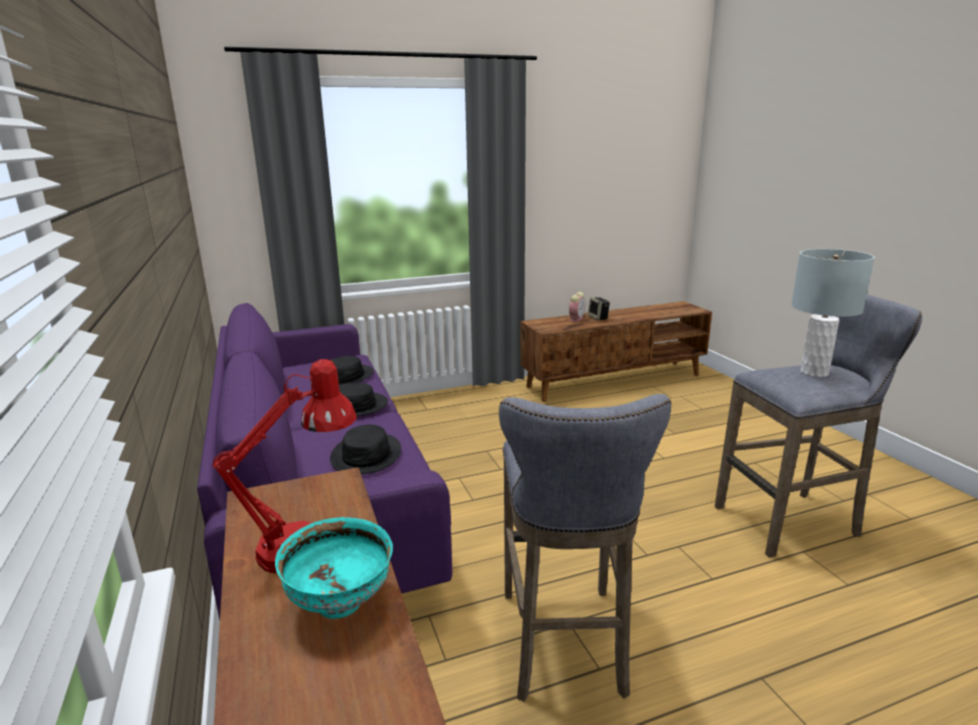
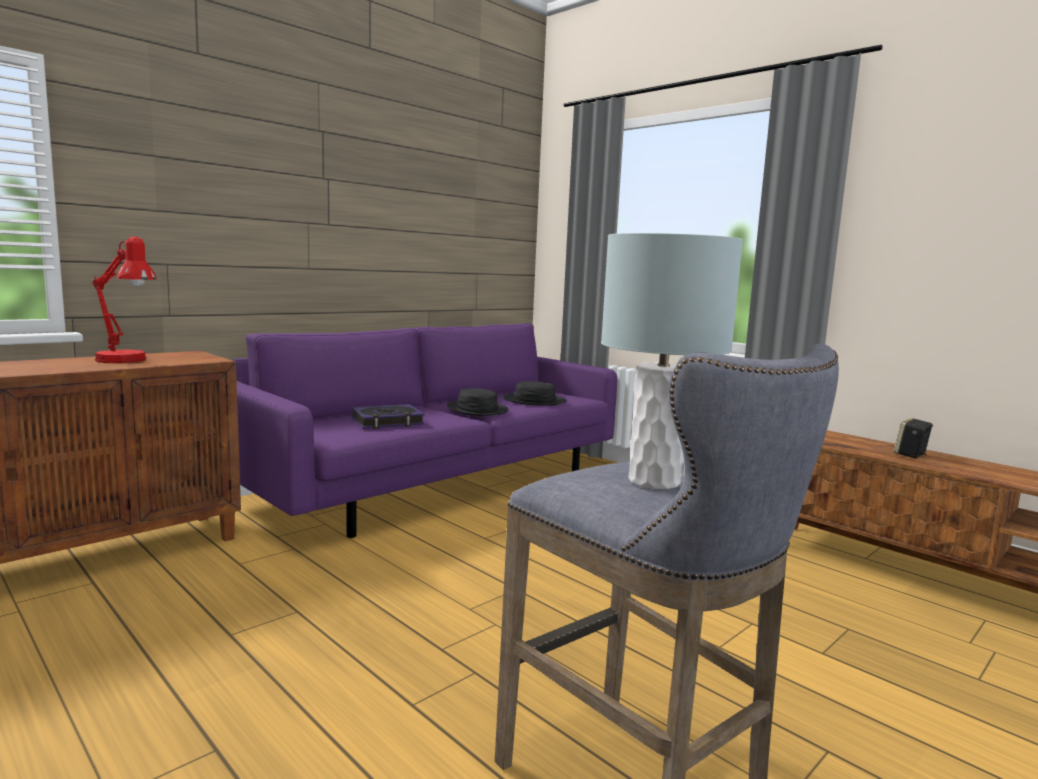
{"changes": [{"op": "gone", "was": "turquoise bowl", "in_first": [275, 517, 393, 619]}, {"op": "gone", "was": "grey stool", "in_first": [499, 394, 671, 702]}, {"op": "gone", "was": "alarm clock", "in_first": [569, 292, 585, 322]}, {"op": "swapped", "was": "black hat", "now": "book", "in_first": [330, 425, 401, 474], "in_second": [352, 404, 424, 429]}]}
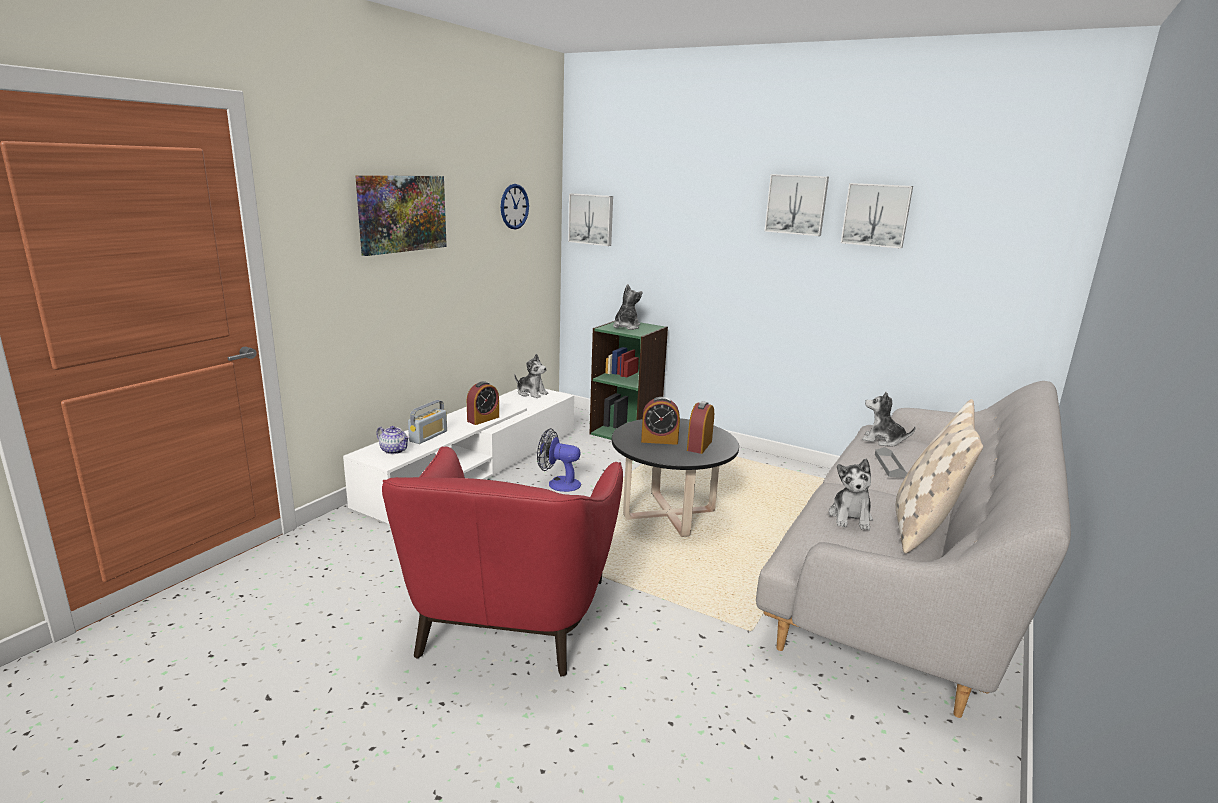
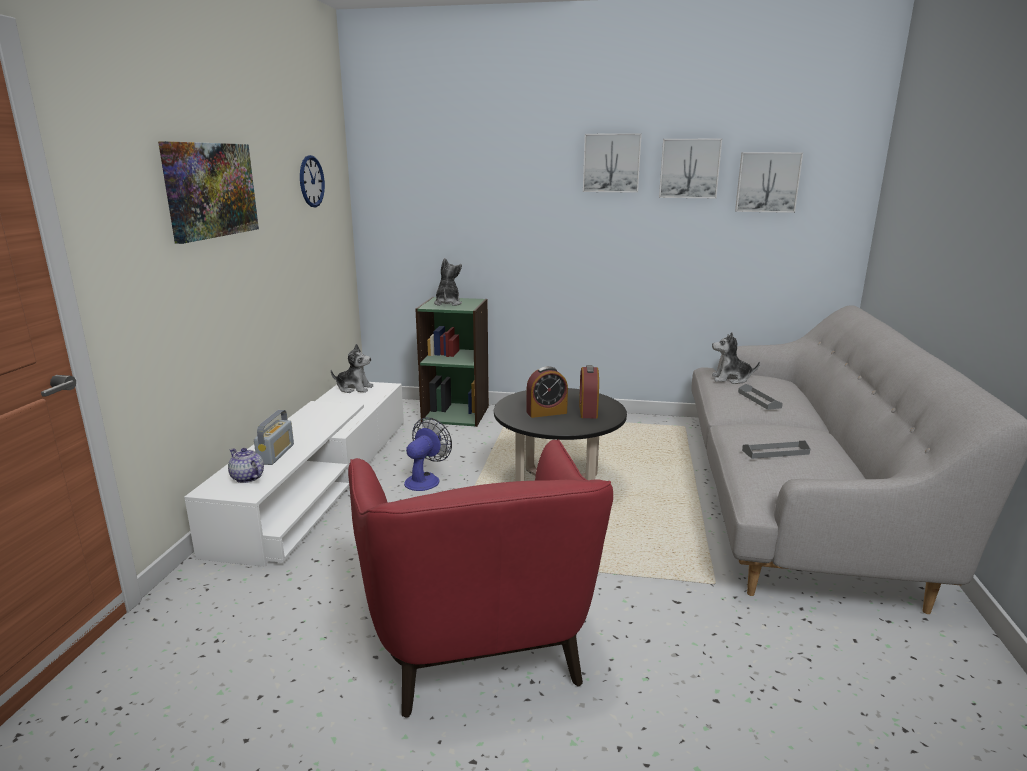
{"changes": [{"op": "gone", "was": "alarm clock", "in_first": [467, 381, 499, 425]}, {"op": "gone", "was": "beige pillow", "in_first": [896, 399, 983, 554]}, {"op": "shifted", "was": "picture", "in_first": [568, 193, 613, 246], "in_second": [735, 152, 803, 213]}, {"op": "swapped", "was": "plush toy", "now": "grey tray", "in_first": [828, 458, 873, 530], "in_second": [742, 441, 810, 459]}, {"op": "rotated", "was": "teapot", "in_first": [376, 426, 410, 454], "in_second": [228, 448, 264, 483], "clockwise": -150}, {"op": "rotated", "was": "fan", "in_first": [537, 428, 581, 492], "in_second": [404, 418, 452, 491], "clockwise": 120}]}
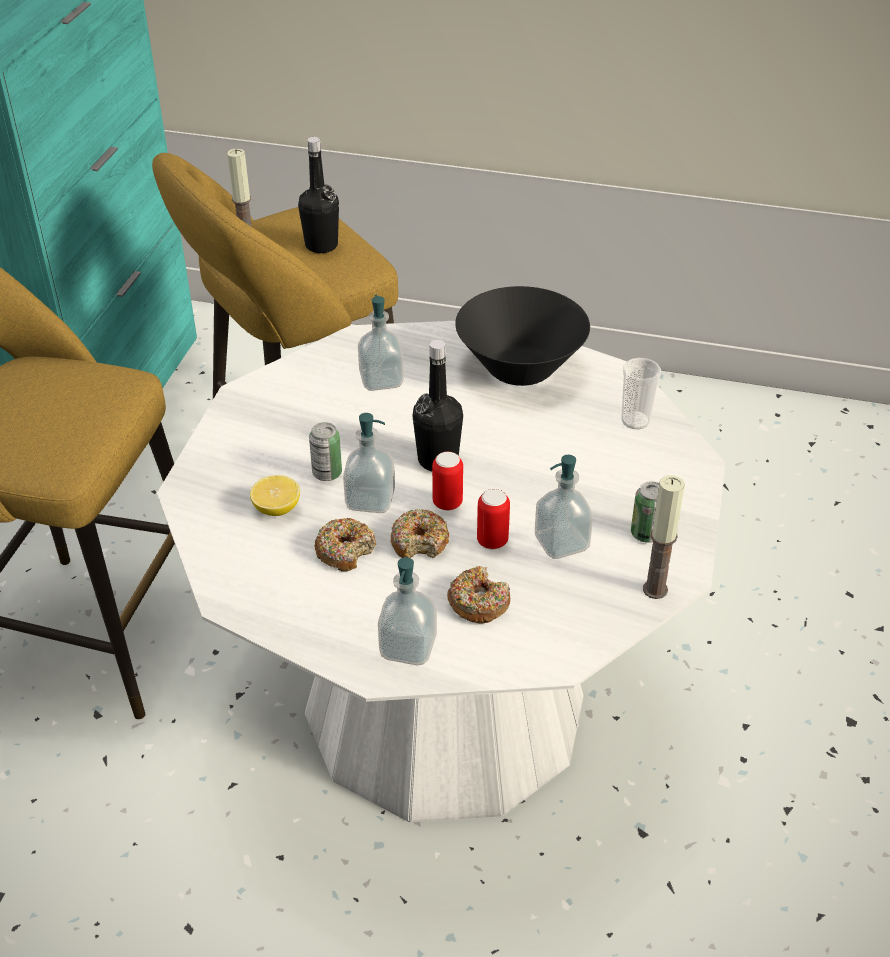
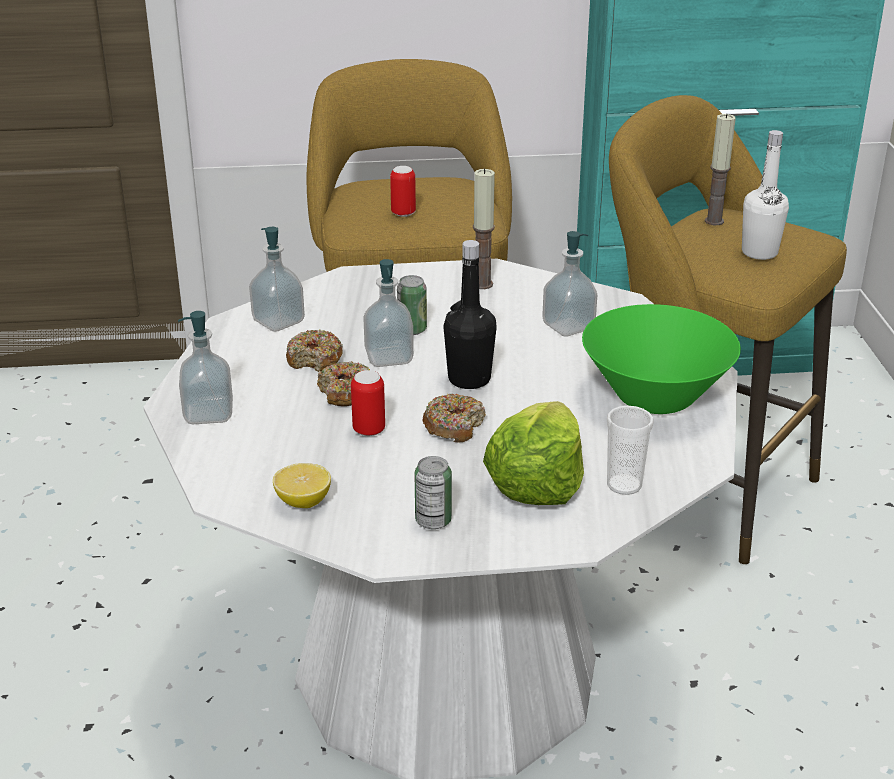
{"changes": [{"op": "new", "now": "lettuce", "in_second": [483, 401, 584, 505]}, {"op": "shifted", "was": "lemon", "in_first": [250, 475, 300, 516], "in_second": [273, 463, 331, 508]}, {"op": "shifted", "was": "can", "in_first": [432, 452, 463, 510], "in_second": [390, 166, 416, 217]}, {"op": "shifted", "was": "donut", "in_first": [447, 566, 510, 624], "in_second": [422, 393, 486, 443]}, {"op": "shifted", "was": "soap dispenser", "in_first": [535, 455, 593, 559], "in_second": [249, 227, 305, 332]}, {"op": "shifted", "was": "candle", "in_first": [643, 475, 685, 599], "in_second": [473, 168, 495, 289]}, {"op": "repainted", "was": "black bottle", "now": "white bottle", "in_first": [298, 137, 339, 253], "in_second": [742, 130, 789, 260]}, {"op": "repainted", "was": "black bowl", "now": "green bowl", "in_first": [455, 286, 590, 386], "in_second": [582, 304, 741, 414]}]}
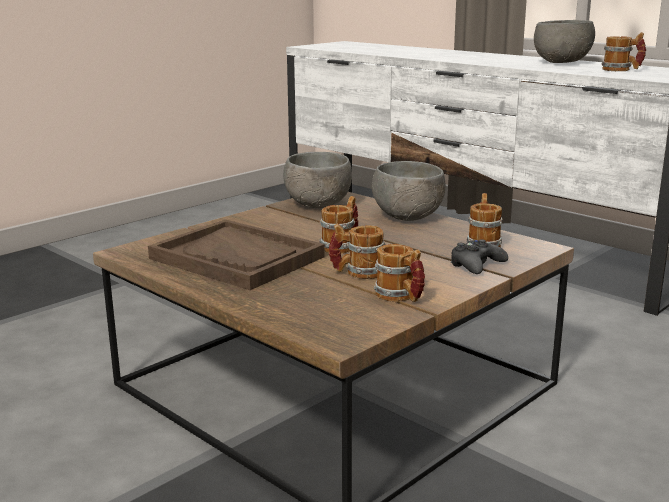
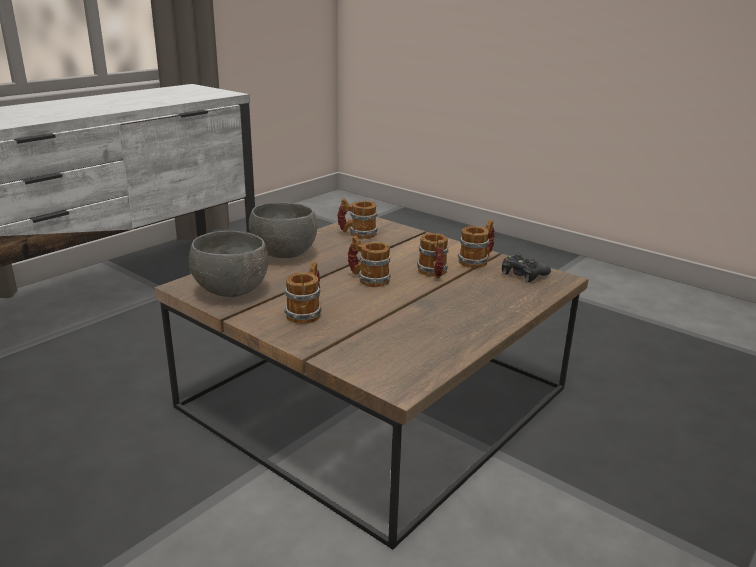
{"changes": [{"op": "gone", "was": "brown tray", "in_first": [148, 219, 325, 290]}, {"op": "gone", "was": "grey bowl", "in_first": [534, 20, 595, 63]}, {"op": "shifted", "was": "black game controller", "in_first": [451, 239, 508, 274], "in_second": [502, 254, 551, 282]}, {"op": "shifted", "was": "mug", "in_first": [602, 32, 646, 71], "in_second": [284, 262, 322, 324]}]}
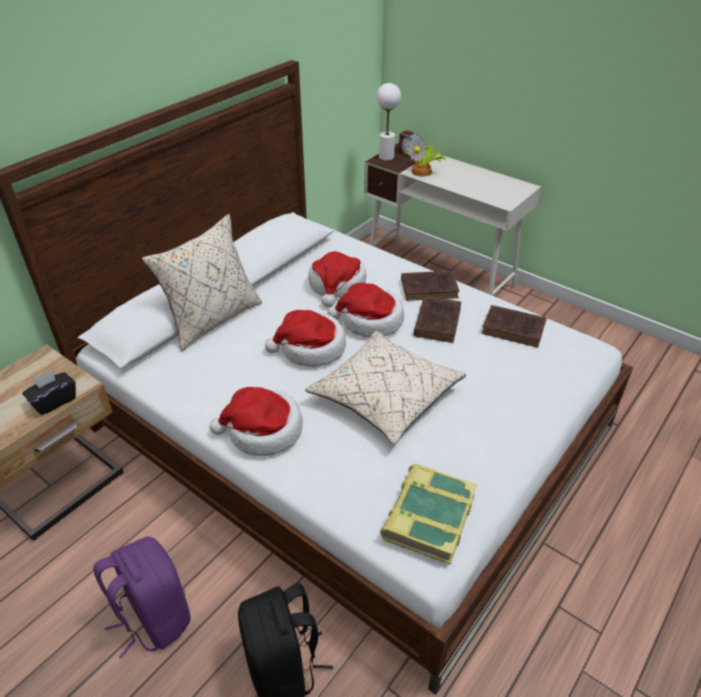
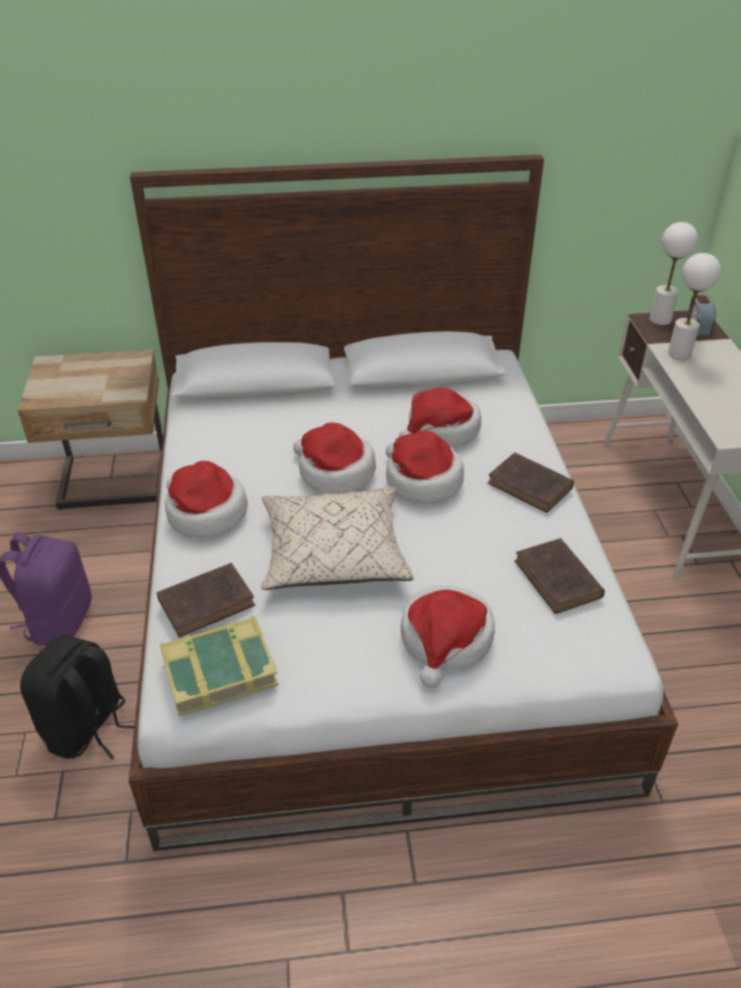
{"changes": [{"op": "gone", "was": "black tissue box", "in_first": [22, 370, 76, 415]}, {"op": "gone", "was": "beige pillow", "in_first": [142, 214, 262, 351]}, {"op": "new", "now": "hat", "in_second": [401, 585, 495, 688]}, {"op": "shifted", "was": "brown book", "in_first": [414, 296, 461, 343], "in_second": [157, 563, 255, 638]}, {"op": "swapped", "was": "potted plant", "now": "white table lamp", "in_first": [404, 139, 446, 177], "in_second": [668, 253, 721, 360]}]}
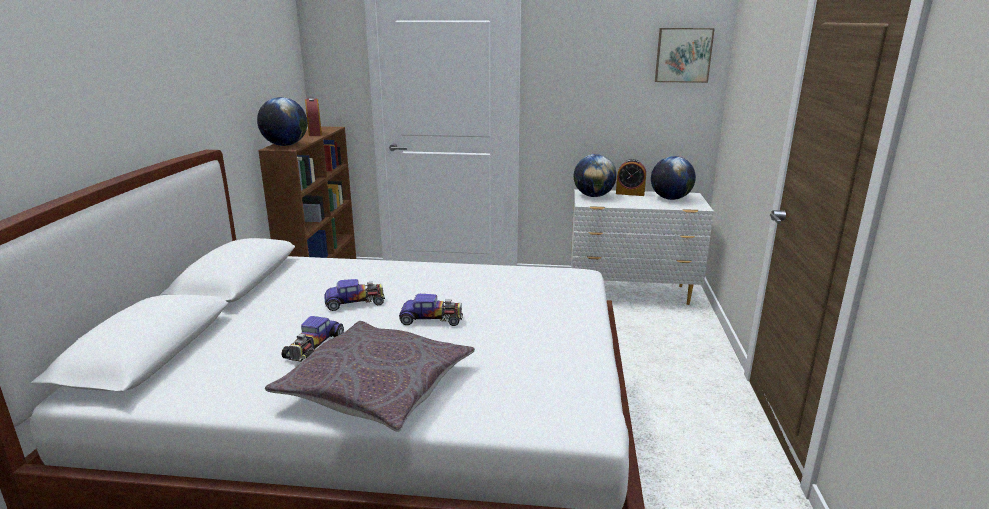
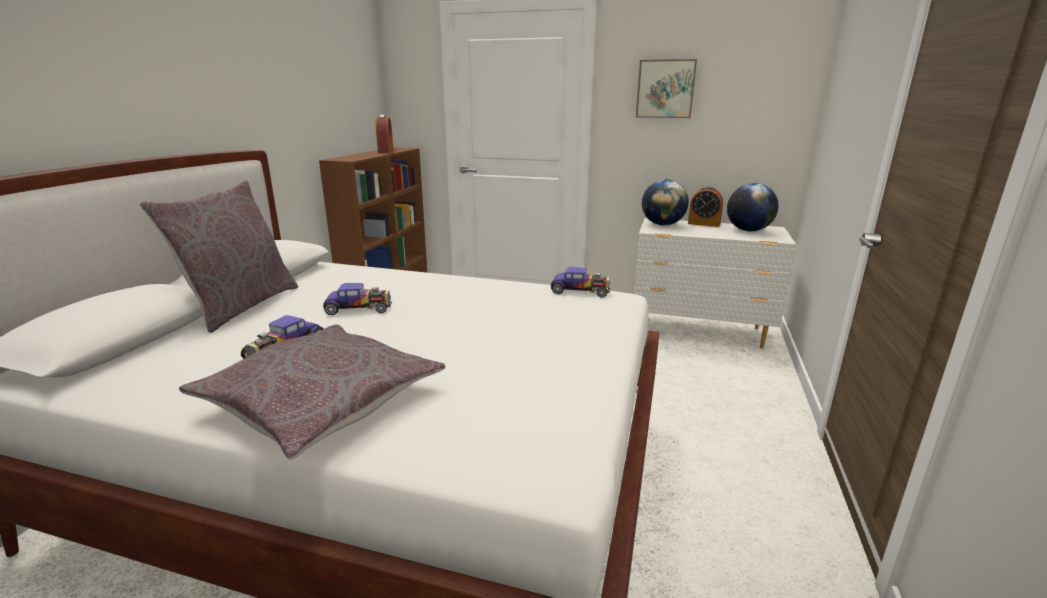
{"changes": [{"op": "gone", "was": "globe", "in_first": [257, 97, 307, 146]}, {"op": "new", "now": "grey pillow", "in_second": [140, 180, 298, 333]}, {"op": "shifted", "was": "toy car", "in_first": [399, 294, 463, 326], "in_second": [551, 267, 610, 298]}, {"op": "shifted", "was": "picture", "in_first": [655, 28, 715, 83], "in_second": [636, 59, 697, 118]}]}
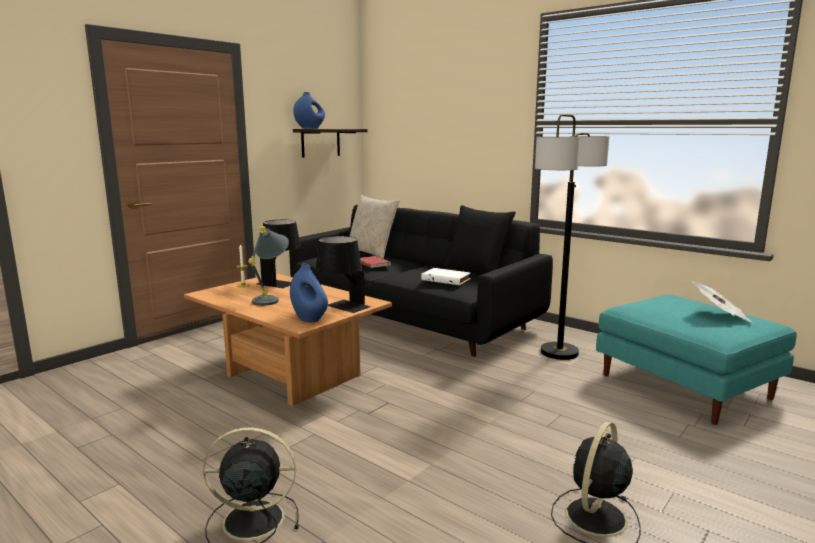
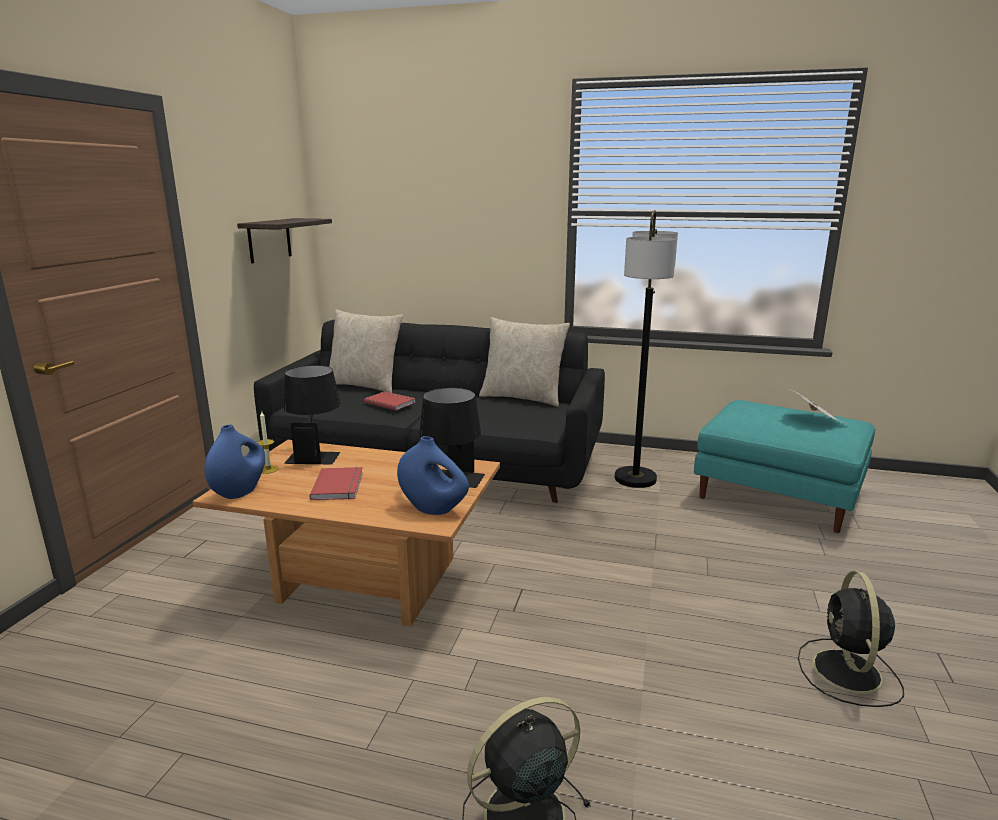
{"changes": [{"op": "gone", "was": "white book", "in_first": [421, 268, 471, 285]}, {"op": "shifted", "was": "blue vase", "in_first": [293, 92, 325, 129], "in_second": [204, 425, 265, 499]}, {"op": "swapped", "was": "grey table lamp", "now": "red book", "in_first": [248, 226, 289, 306], "in_second": [310, 467, 363, 500]}, {"op": "repainted", "was": "black pillow", "now": "beige pillow", "in_first": [444, 205, 516, 274], "in_second": [479, 317, 570, 407]}]}
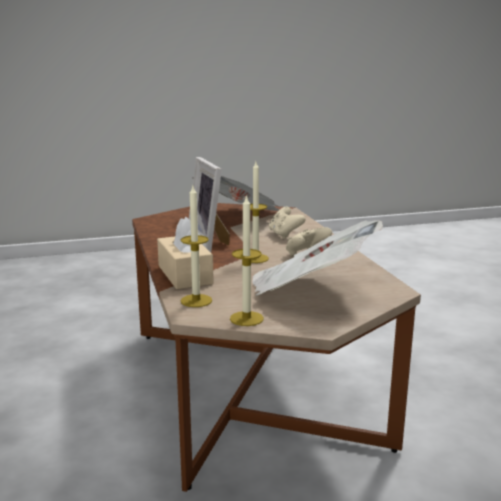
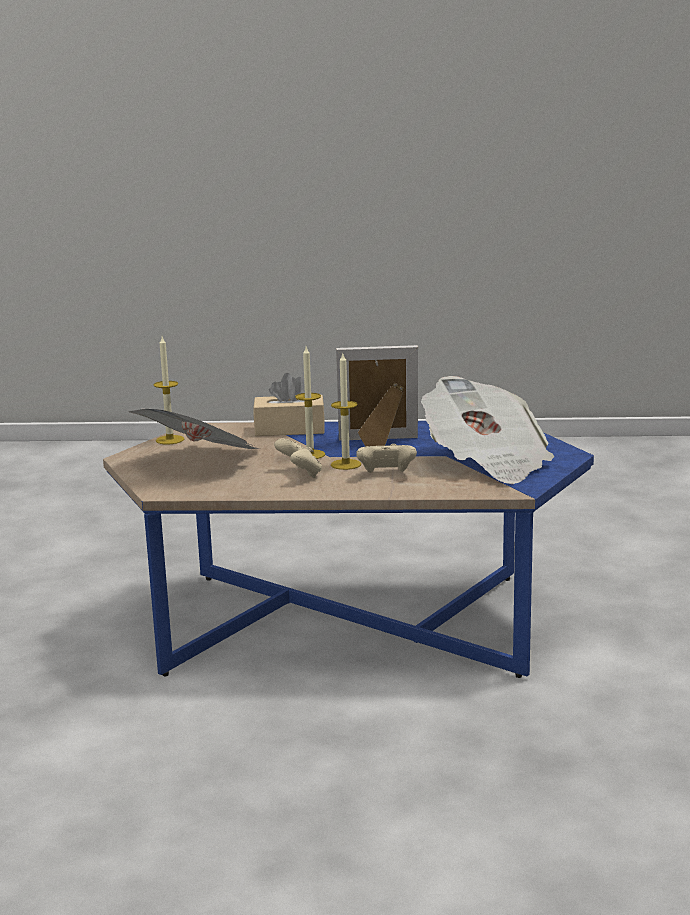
{"changes": [{"op": "shifted", "was": "candle", "in_first": [181, 186, 212, 307], "in_second": [331, 354, 361, 470]}, {"op": "repainted", "was": "brown coffee table", "now": "blue coffee table", "in_first": [132, 203, 421, 492], "in_second": [103, 421, 594, 678]}]}
